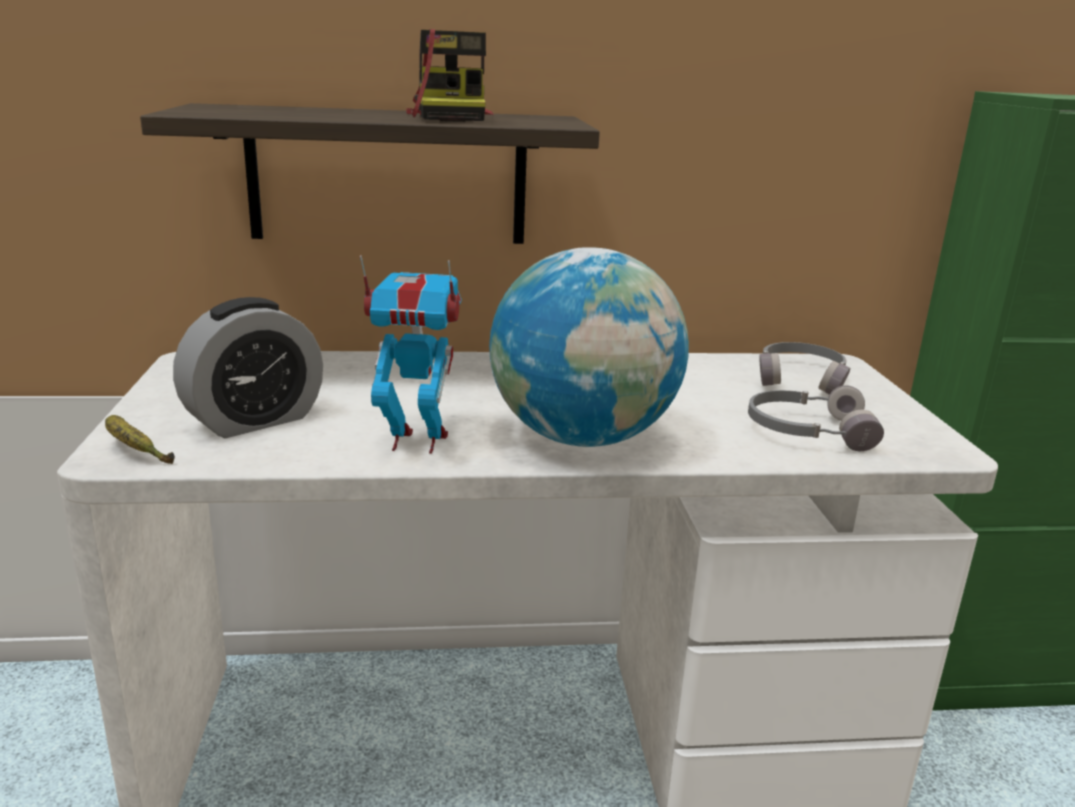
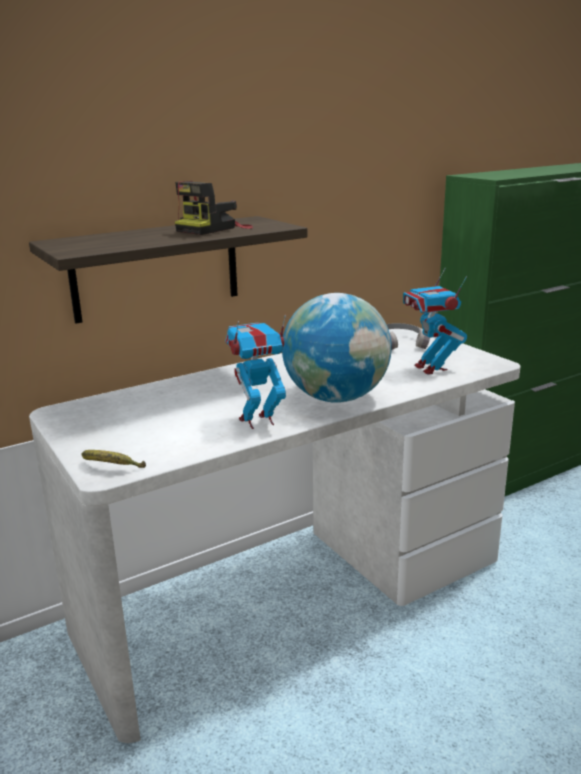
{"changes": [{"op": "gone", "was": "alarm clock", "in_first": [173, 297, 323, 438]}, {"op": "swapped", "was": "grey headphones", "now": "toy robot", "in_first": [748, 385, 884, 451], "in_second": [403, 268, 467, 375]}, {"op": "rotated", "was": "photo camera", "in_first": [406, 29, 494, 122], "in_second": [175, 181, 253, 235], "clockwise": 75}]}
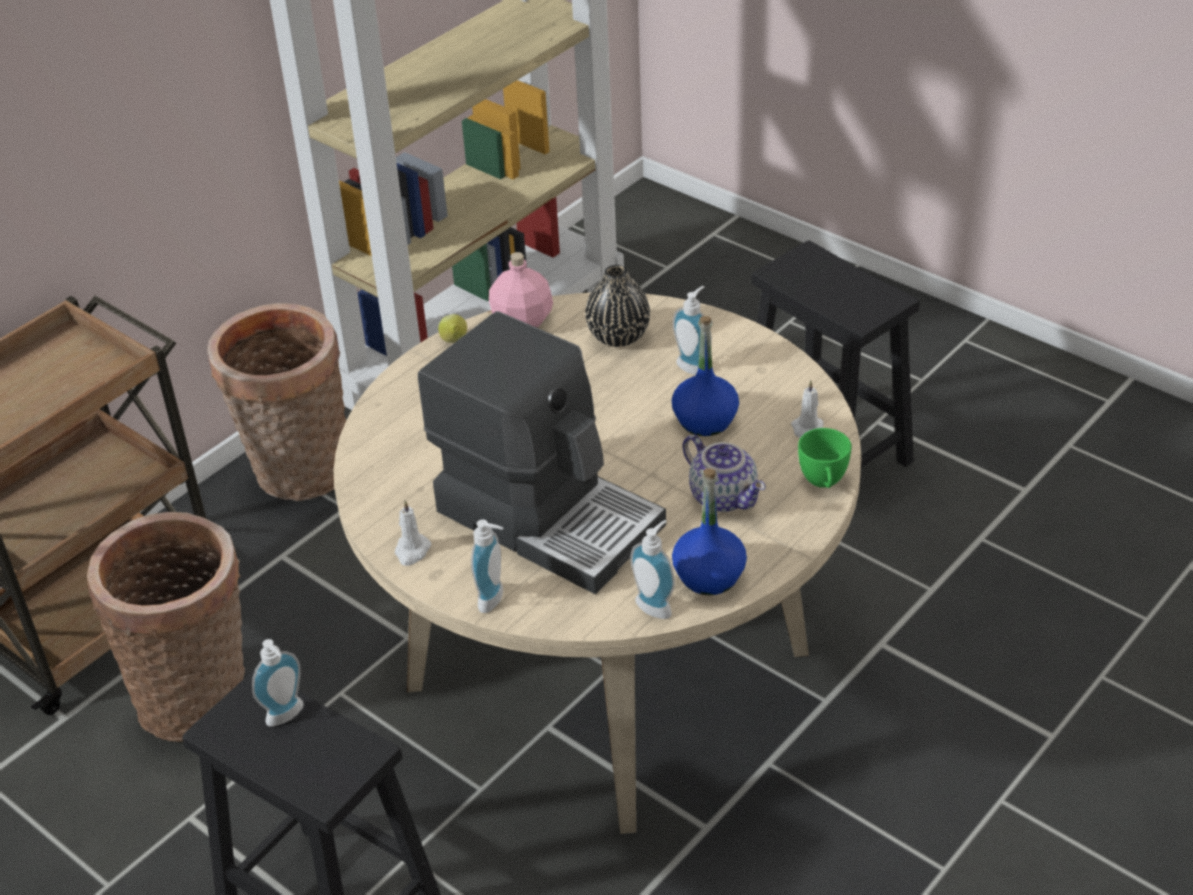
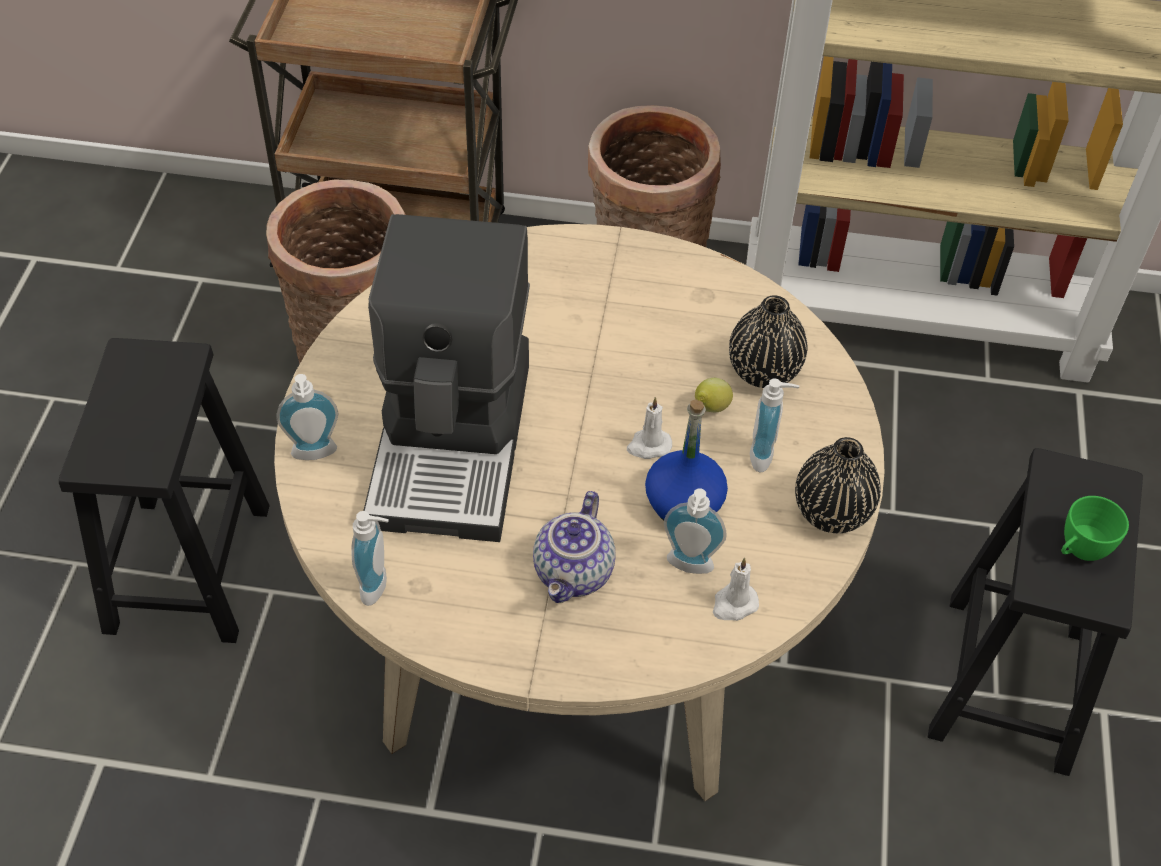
{"changes": [{"op": "gone", "was": "pink bottle", "in_first": [489, 252, 553, 328]}, {"op": "gone", "was": "blue bottle", "in_first": [672, 468, 747, 595]}, {"op": "new", "now": "black vase", "in_second": [795, 437, 881, 533]}, {"op": "shifted", "was": "soap dispenser", "in_first": [252, 639, 304, 726], "in_second": [664, 488, 727, 574]}, {"op": "shifted", "was": "white candle", "in_first": [395, 500, 431, 566], "in_second": [627, 397, 672, 459]}, {"op": "shifted", "was": "lemon", "in_first": [438, 314, 467, 343], "in_second": [695, 378, 733, 412]}, {"op": "shifted", "was": "green cup", "in_first": [798, 428, 852, 488], "in_second": [1061, 496, 1129, 561]}]}
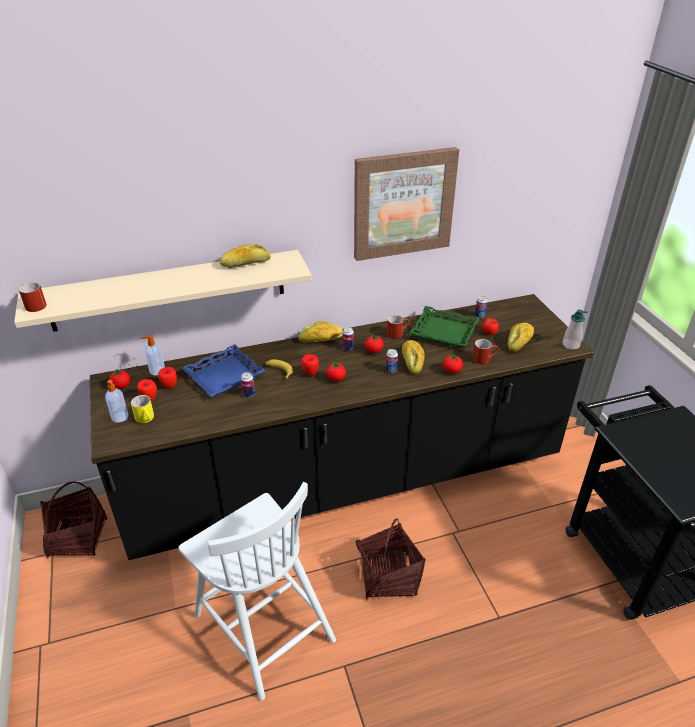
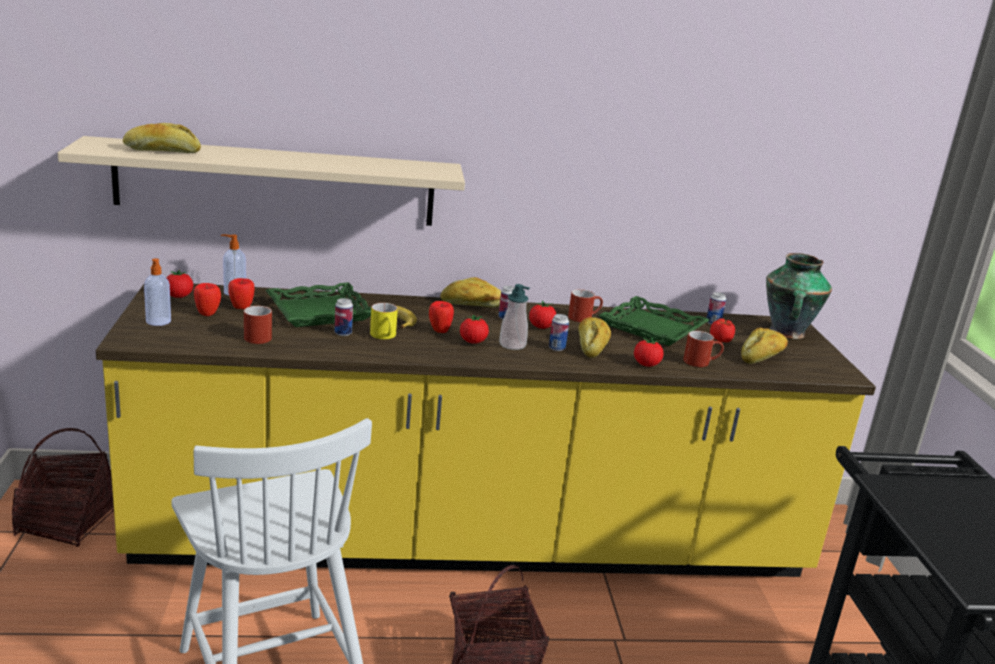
{"changes": [{"op": "gone", "was": "picture", "in_first": [354, 147, 459, 261]}, {"op": "new", "now": "vase", "in_second": [766, 253, 832, 339]}, {"op": "shifted", "was": "red mug", "in_first": [19, 282, 47, 312], "in_second": [244, 306, 272, 344]}, {"op": "shifted", "was": "yellow mug", "in_first": [131, 395, 154, 423], "in_second": [370, 303, 398, 339]}, {"op": "shifted", "was": "bread", "in_first": [220, 244, 271, 268], "in_second": [123, 123, 201, 153]}, {"op": "shifted", "was": "soap dispenser", "in_first": [562, 310, 587, 350], "in_second": [499, 284, 530, 350]}, {"op": "repainted", "was": "black counter", "now": "yellow counter", "in_first": [90, 294, 594, 560], "in_second": [96, 283, 876, 577]}, {"op": "repainted", "was": "blue tray", "now": "green tray", "in_first": [182, 344, 266, 397], "in_second": [266, 282, 371, 327]}]}
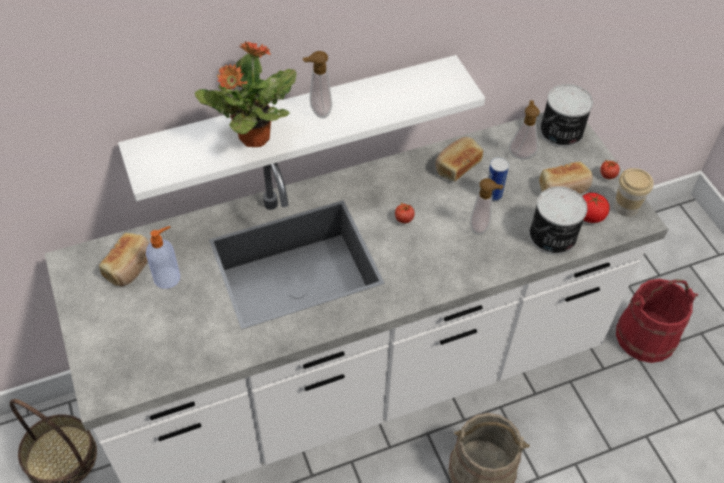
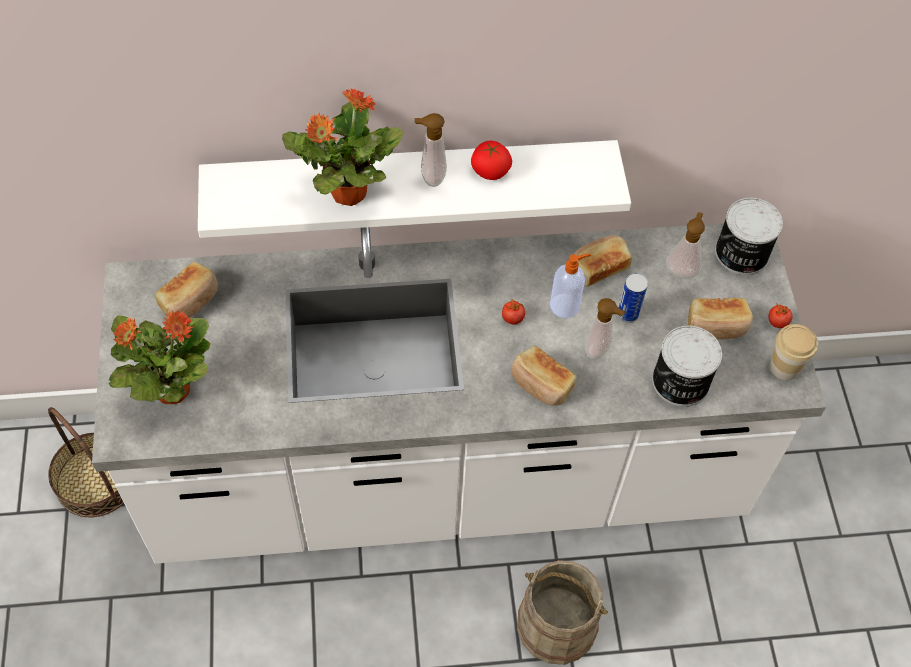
{"changes": [{"op": "gone", "was": "red bucket", "in_first": [616, 279, 698, 363]}, {"op": "new", "now": "potted plant", "in_second": [109, 310, 211, 404]}, {"op": "new", "now": "bread", "in_second": [511, 345, 576, 406]}, {"op": "shifted", "was": "soap dispenser", "in_first": [146, 226, 180, 289], "in_second": [550, 254, 591, 318]}, {"op": "shifted", "was": "tomato", "in_first": [582, 193, 610, 223], "in_second": [471, 141, 512, 180]}]}
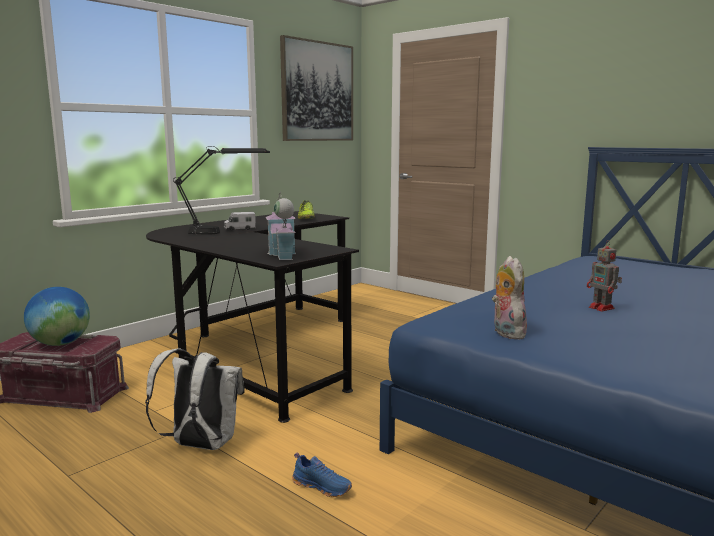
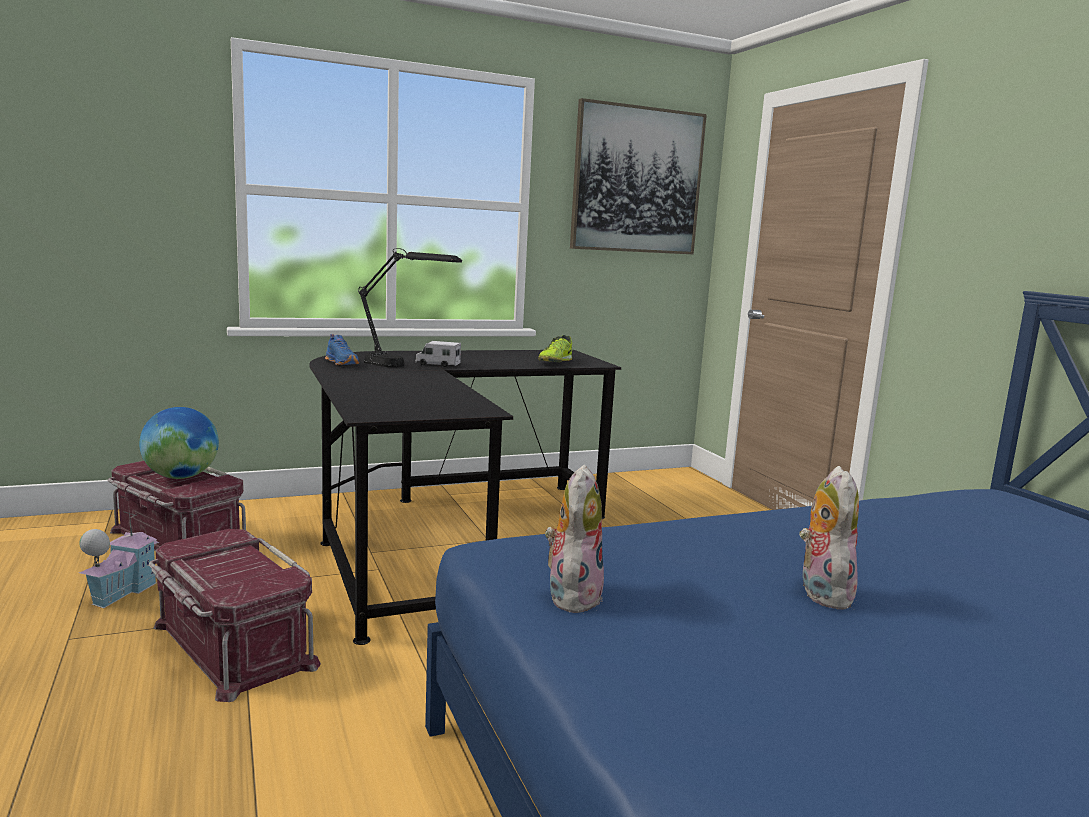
{"changes": [{"op": "shifted", "was": "toy house", "in_first": [266, 192, 296, 260], "in_second": [79, 511, 159, 609]}, {"op": "shifted", "was": "blue shoe", "in_first": [292, 453, 352, 497], "in_second": [325, 334, 359, 365]}, {"op": "swapped", "was": "white backpack", "now": "red storage box", "in_first": [145, 348, 245, 450], "in_second": [149, 529, 321, 702]}, {"op": "swapped", "was": "toy robot", "now": "plush toy", "in_first": [587, 240, 622, 311], "in_second": [799, 466, 859, 610]}]}
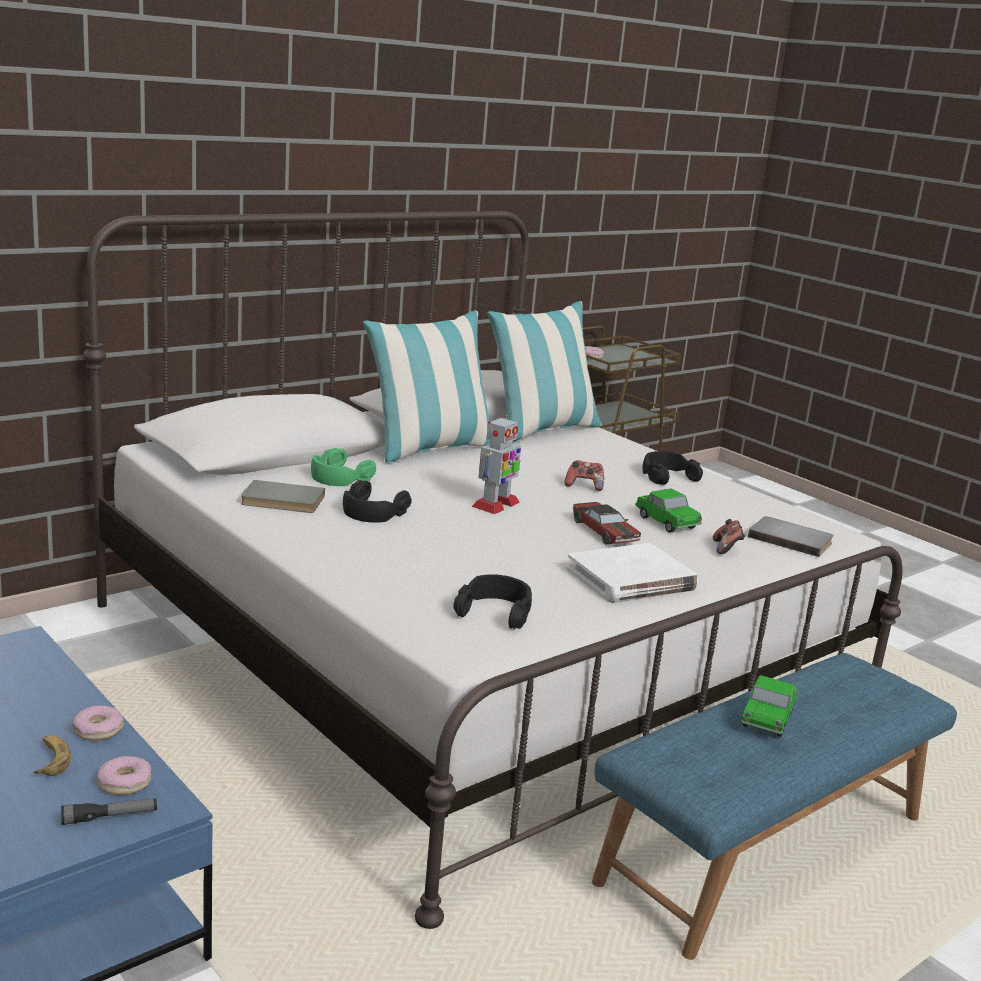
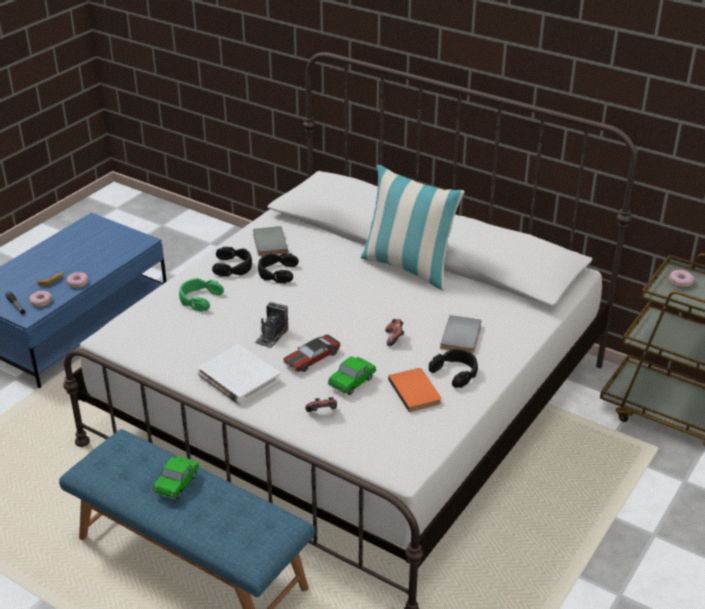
{"changes": [{"op": "gone", "was": "toy robot", "in_first": [472, 415, 521, 514]}, {"op": "gone", "was": "pillow", "in_first": [487, 301, 602, 441]}, {"op": "new", "now": "photo camera", "in_second": [255, 302, 288, 348]}, {"op": "new", "now": "orange book", "in_second": [388, 368, 441, 412]}, {"op": "shifted", "was": "green headphones", "in_first": [311, 448, 376, 486], "in_second": [179, 278, 224, 312]}, {"op": "shifted", "was": "black headphones", "in_first": [453, 574, 532, 629], "in_second": [212, 247, 252, 277]}, {"op": "shifted", "was": "grey book", "in_first": [748, 516, 834, 557], "in_second": [440, 315, 481, 353]}, {"op": "rotated", "was": "toy car", "in_first": [741, 675, 798, 737], "in_second": [153, 456, 199, 499], "clockwise": -75}]}
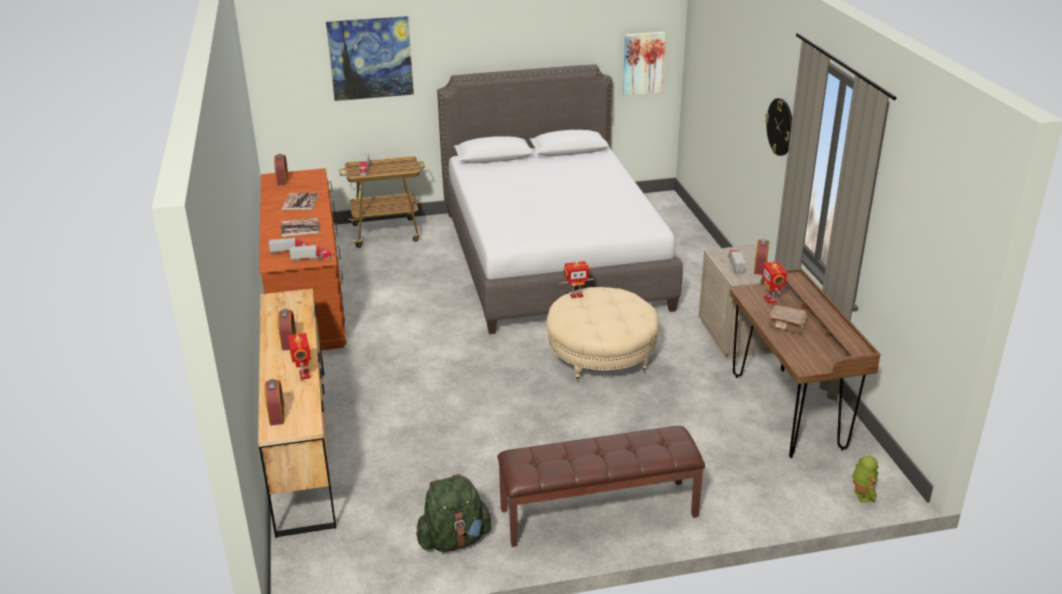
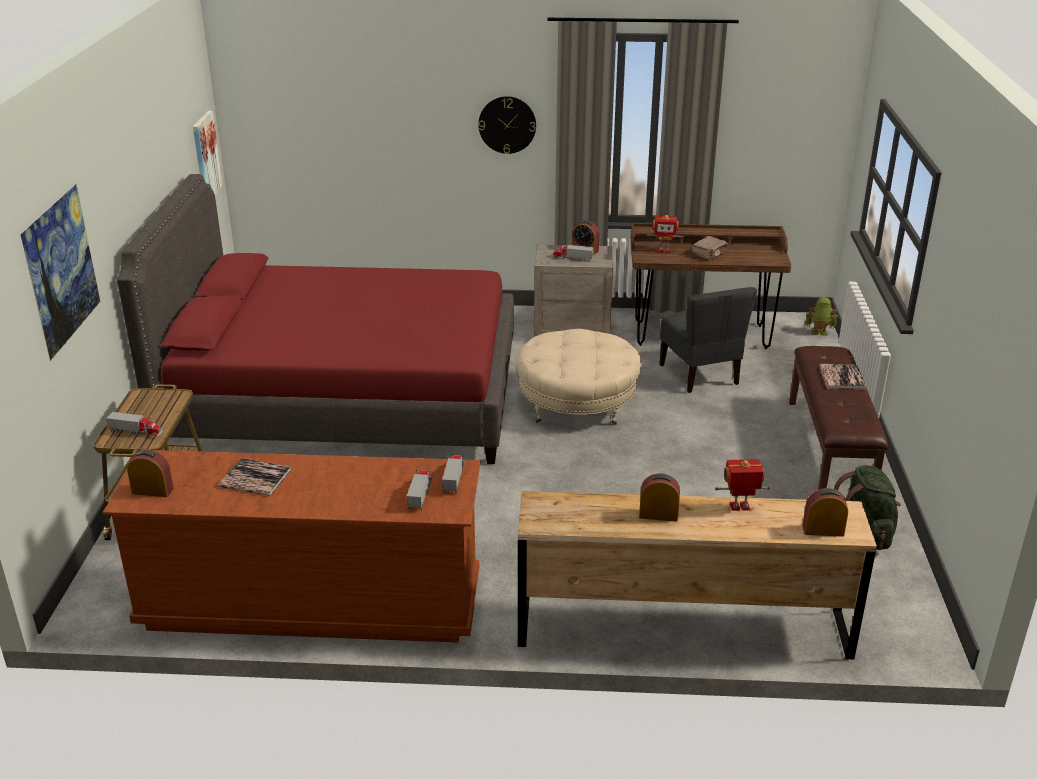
{"changes": [{"op": "gone", "was": "toy robot", "in_first": [559, 261, 594, 298]}, {"op": "new", "now": "grey chair", "in_second": [659, 287, 757, 393]}, {"op": "shifted", "was": "book", "in_first": [281, 217, 319, 237], "in_second": [819, 364, 866, 389]}, {"op": "repainted", "was": "grey bed", "now": "red bed", "in_first": [437, 64, 683, 334], "in_second": [117, 174, 514, 464]}]}
